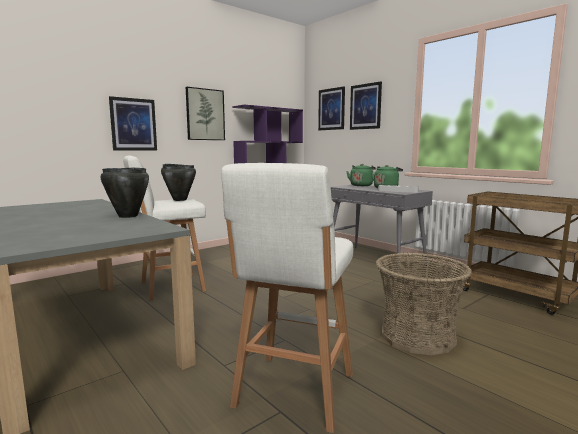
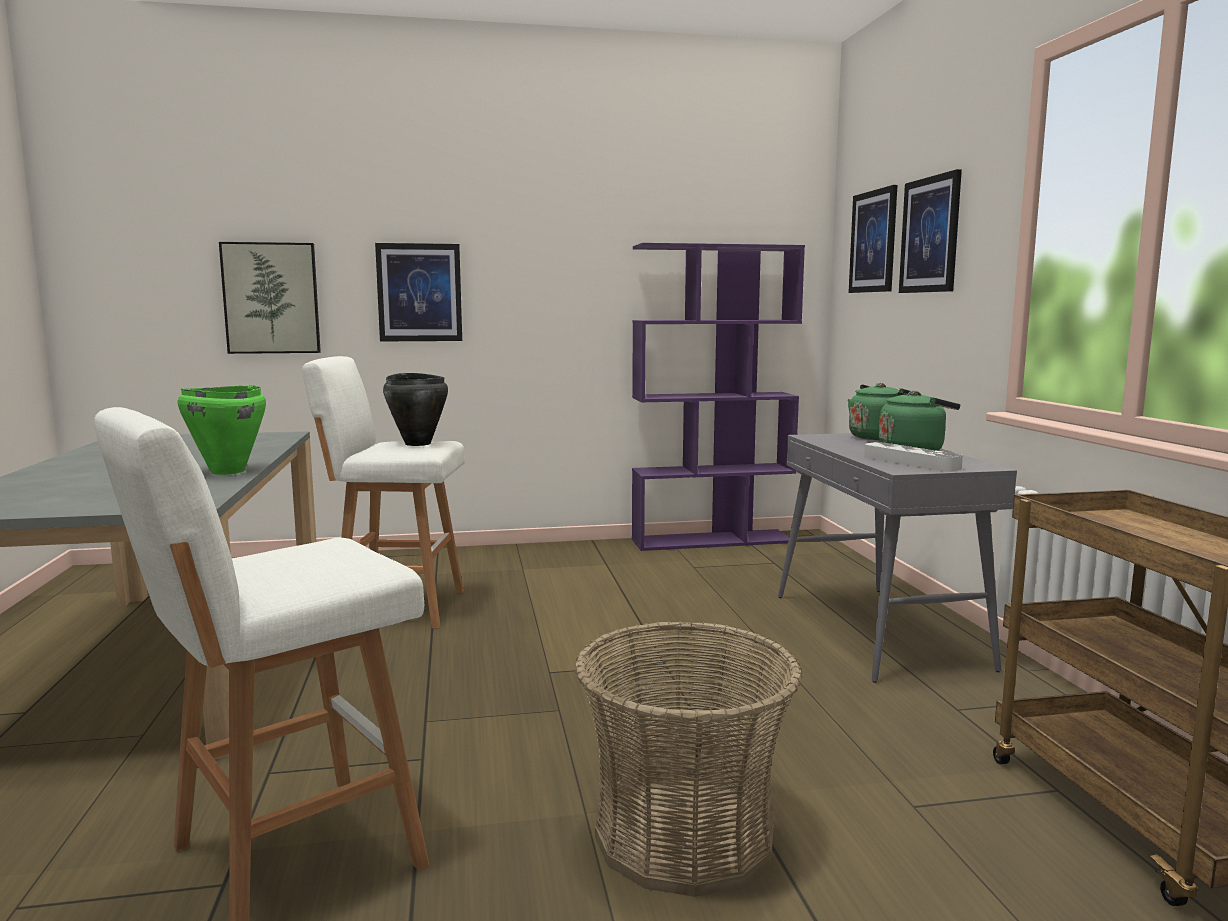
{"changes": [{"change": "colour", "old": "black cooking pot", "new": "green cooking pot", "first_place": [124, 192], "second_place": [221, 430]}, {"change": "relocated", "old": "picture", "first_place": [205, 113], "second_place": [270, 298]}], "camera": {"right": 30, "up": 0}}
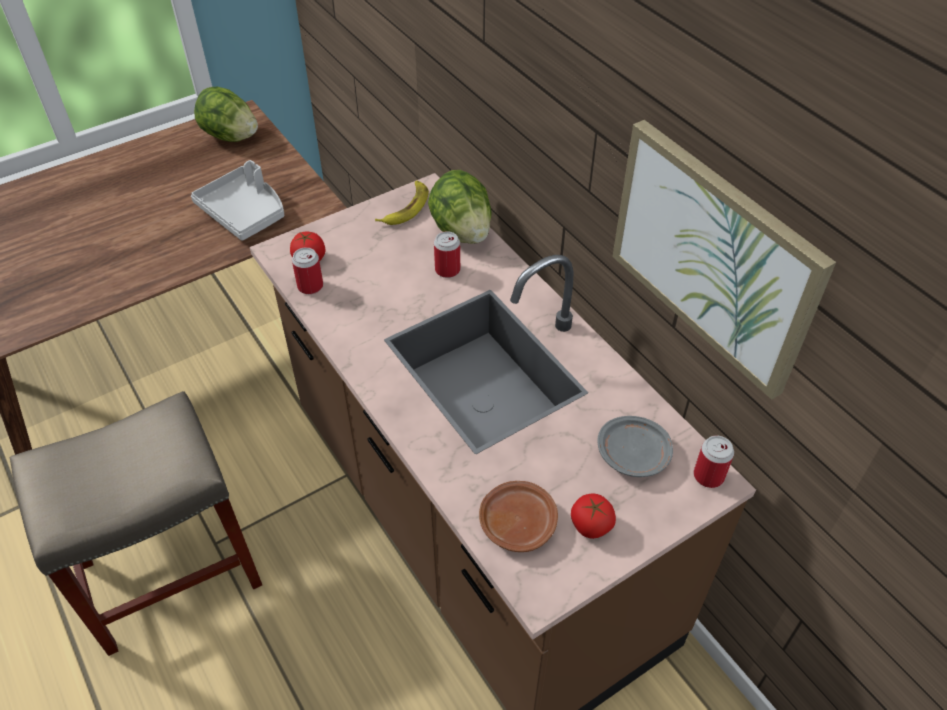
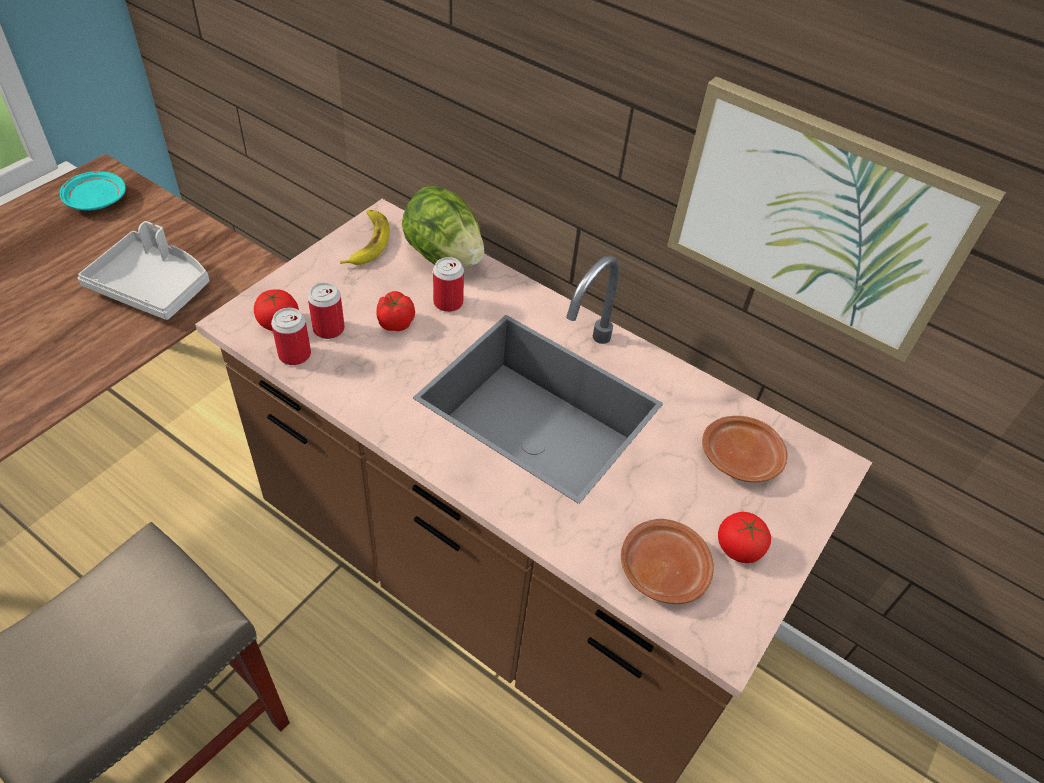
{"changes": [{"change": "exchanged", "old": "lettuce", "new": "turquoise plate", "first_place": [226, 114], "second_place": [93, 191]}, {"change": "colour", "old": "grey plate", "new": "brown plate", "first_place": [635, 446], "second_place": [745, 449]}, {"change": "relocated", "old": "can", "first_place": [714, 462], "second_place": [326, 310]}, {"change": "appeared", "new": "tomato", "second_place": [395, 311]}], "camera": {"right": -25, "up": 0}}
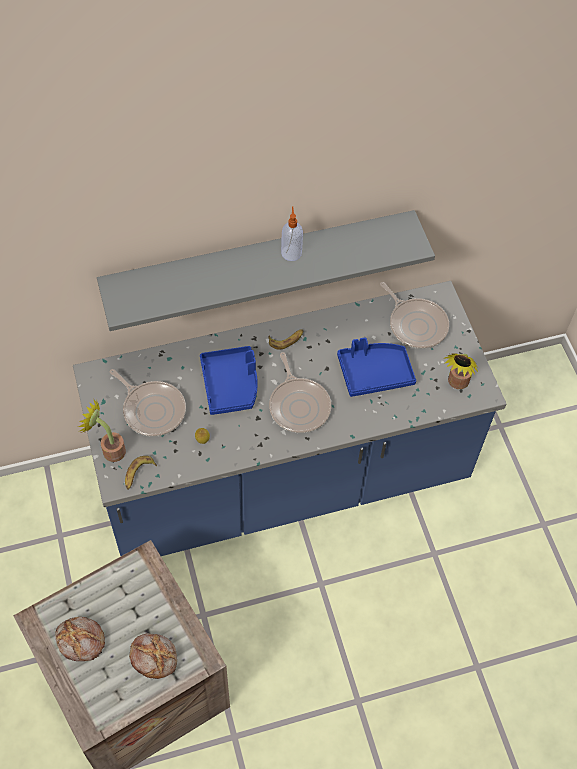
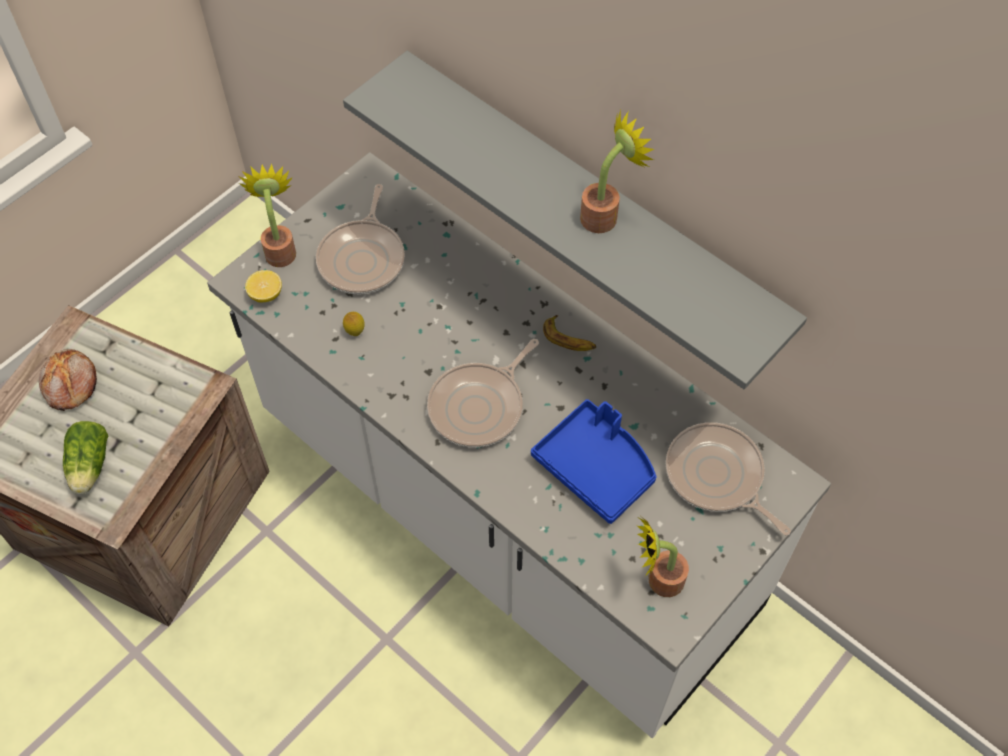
{"changes": [{"change": "colour", "old": "blue counter", "new": "white counter", "first_place": [289, 418], "second_place": [519, 445]}, {"change": "exchanged", "old": "banana", "new": "lemon", "first_place": [141, 473], "second_place": [263, 286]}, {"change": "exchanged", "old": "bread", "new": "lettuce", "first_place": [153, 656], "second_place": [85, 457]}, {"change": "missing", "old": "blue tray", "first_place": [229, 380]}, {"change": "exchanged", "old": "soap dispenser", "new": "potted plant", "first_place": [292, 233], "second_place": [617, 171]}, {"change": "spun", "old": "frying pan", "first_place": [414, 315], "second_place": [728, 479], "degrees": 120}], "camera": {"right": 60, "up": 0}}
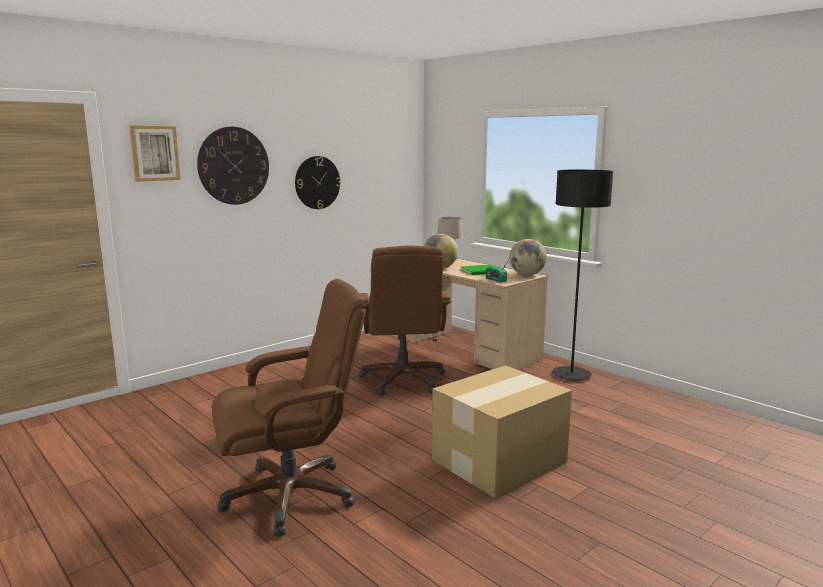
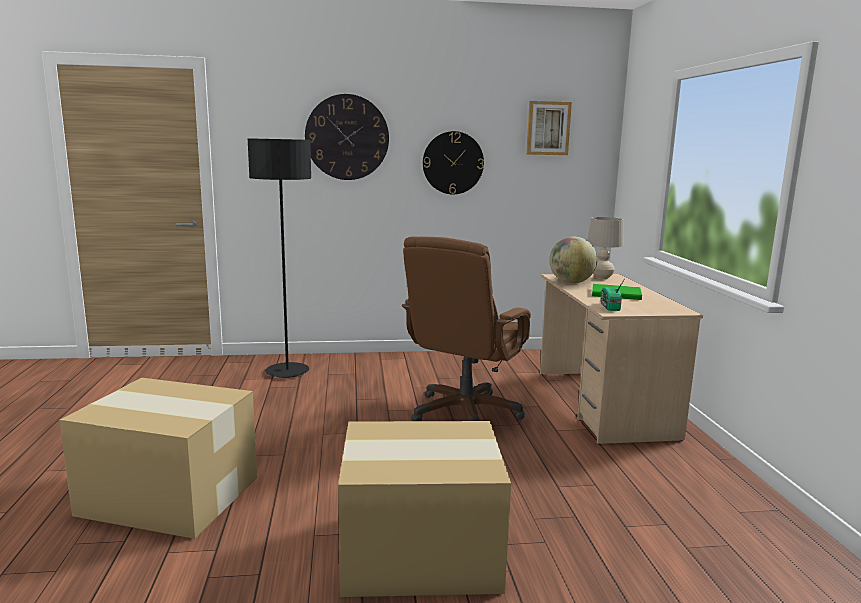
{"changes": [{"change": "relocated", "old": "picture", "first_place": [155, 154], "second_place": [549, 128]}, {"change": "exchanged", "old": "brown office chair", "new": "cardboard box", "first_place": [289, 407], "second_place": [158, 458]}, {"change": "missing", "old": "globe", "first_place": [528, 257]}, {"change": "relocated", "old": "black floor lamp", "first_place": [582, 274], "second_place": [279, 258]}], "camera": {"right": 35, "up": 0}}
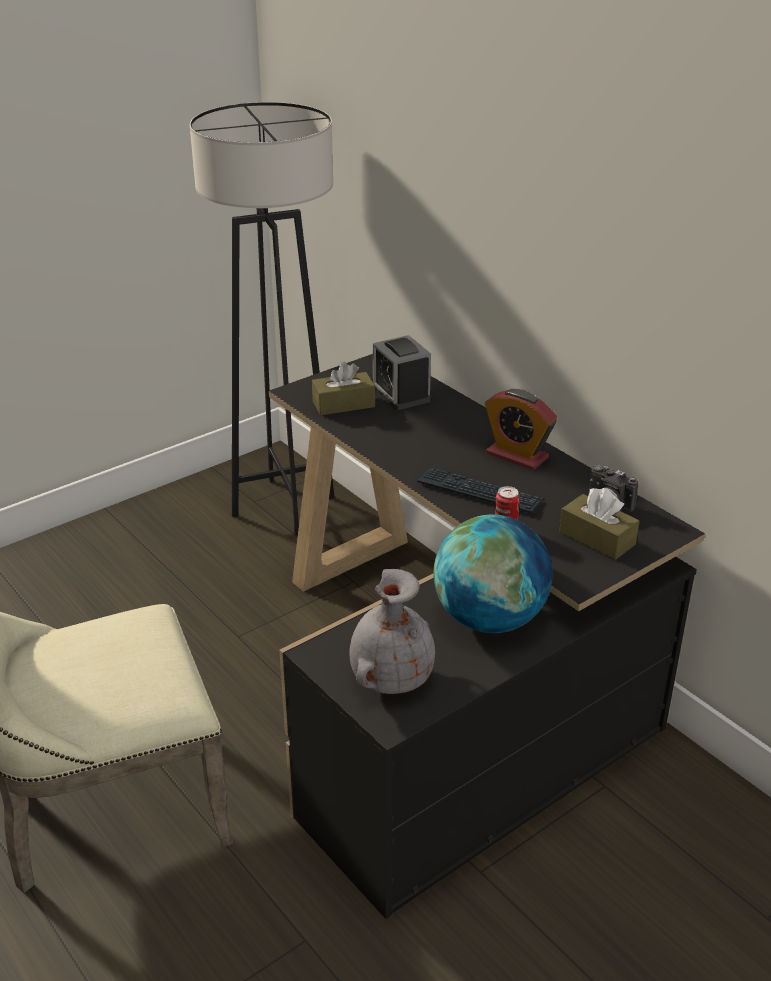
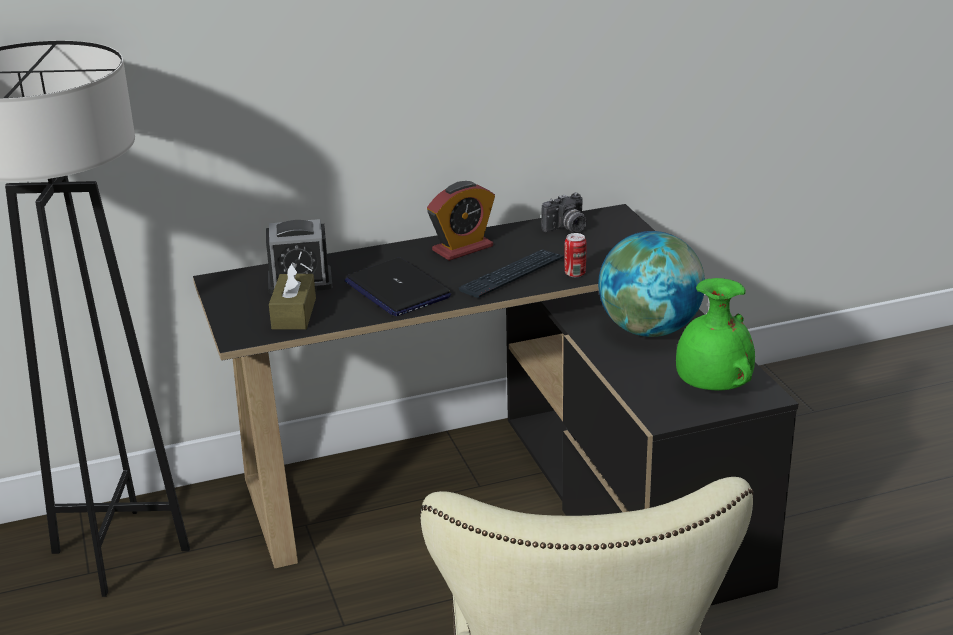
{"changes": [{"change": "colour", "old": "grey vase", "new": "green vase", "first_place": [392, 631], "second_place": [715, 334]}, {"change": "missing", "old": "brown tissue box", "first_place": [599, 524]}, {"change": "appeared", "new": "laptop", "second_place": [397, 287]}], "camera": {"right": -70, "up": -5}}
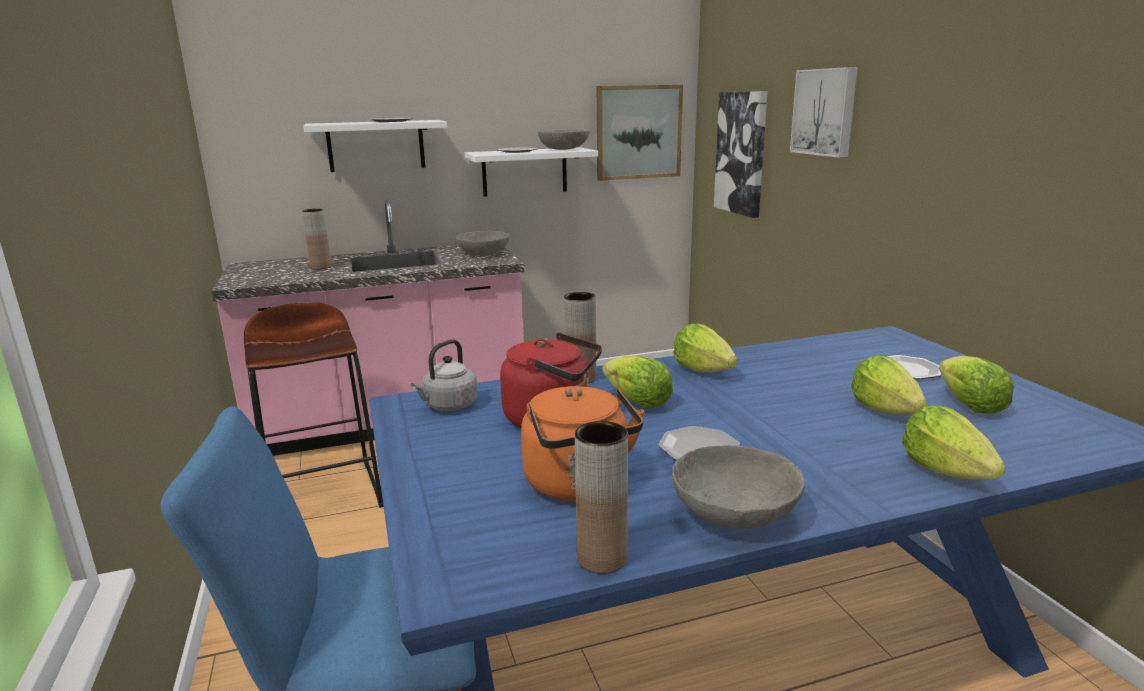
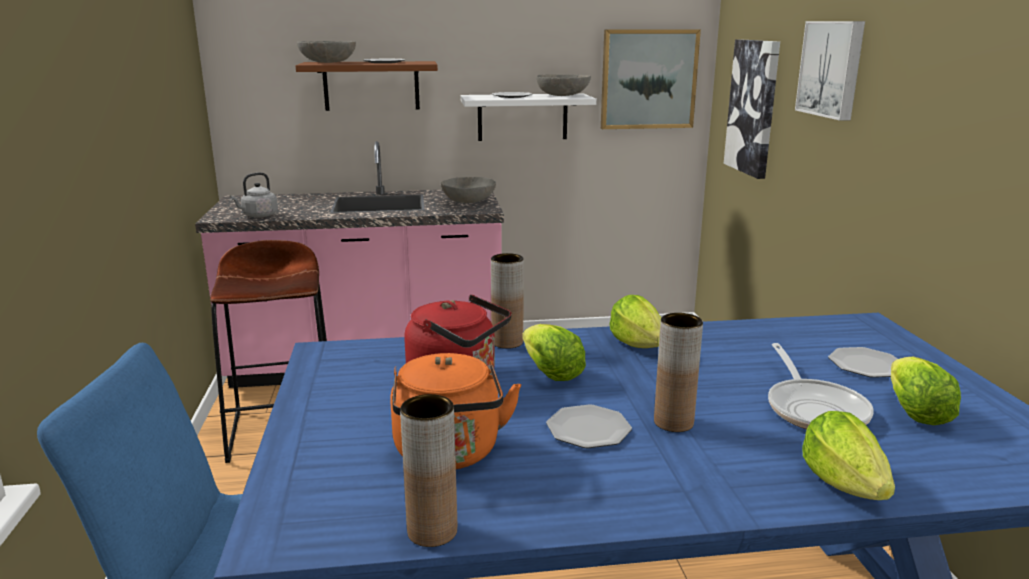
{"changes": [{"change": "relocated", "old": "brown vase", "first_place": [316, 239], "second_place": [678, 372]}, {"change": "colour", "old": "white shelf", "new": "brown shelf", "first_place": [375, 146], "second_place": [367, 86]}, {"change": "relocated", "old": "grey kettle", "first_place": [444, 375], "second_place": [254, 195]}, {"change": "relocated", "old": "grey bowl", "first_place": [738, 487], "second_place": [326, 52]}, {"change": "exchanged", "old": "lettuce", "new": "frying pan", "first_place": [889, 385], "second_place": [821, 386]}], "camera": {"right": 10, "up": 0}}
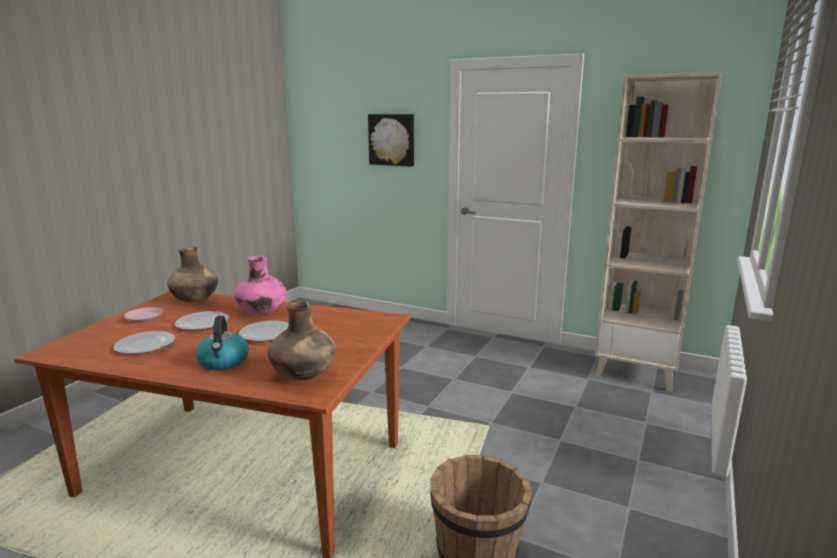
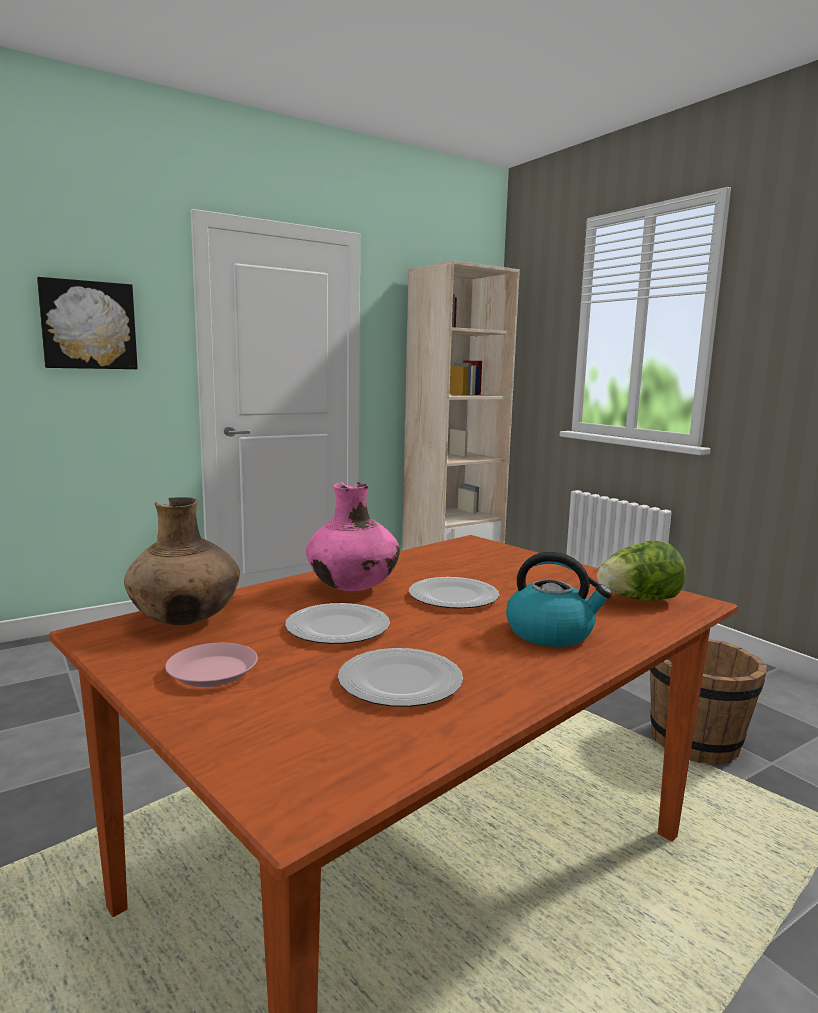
{"changes": [{"change": "exchanged", "old": "brown vase", "new": "lettuce", "first_place": [302, 341], "second_place": [641, 571]}], "camera": {"right": -60, "up": -5}}
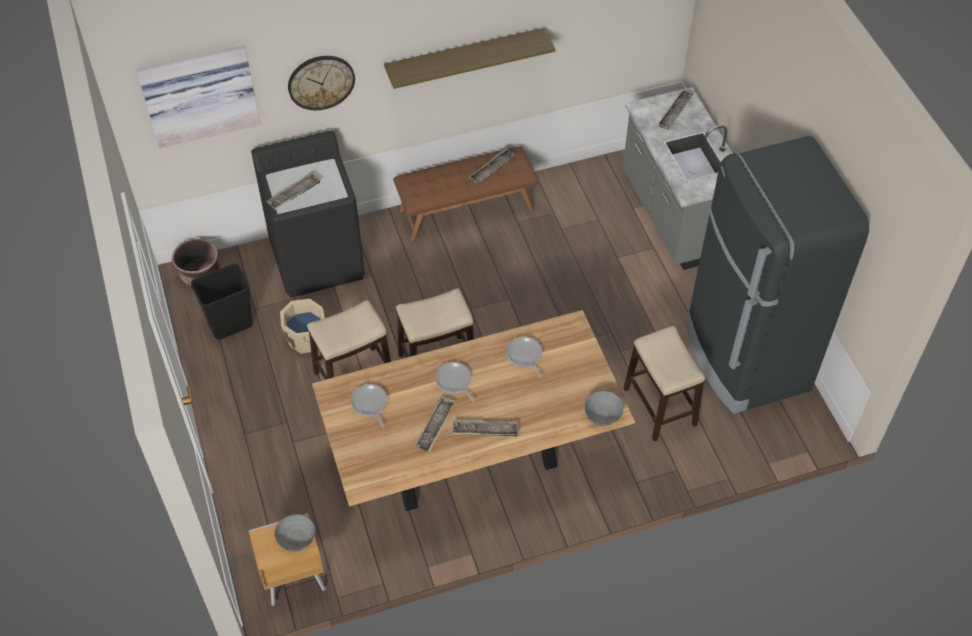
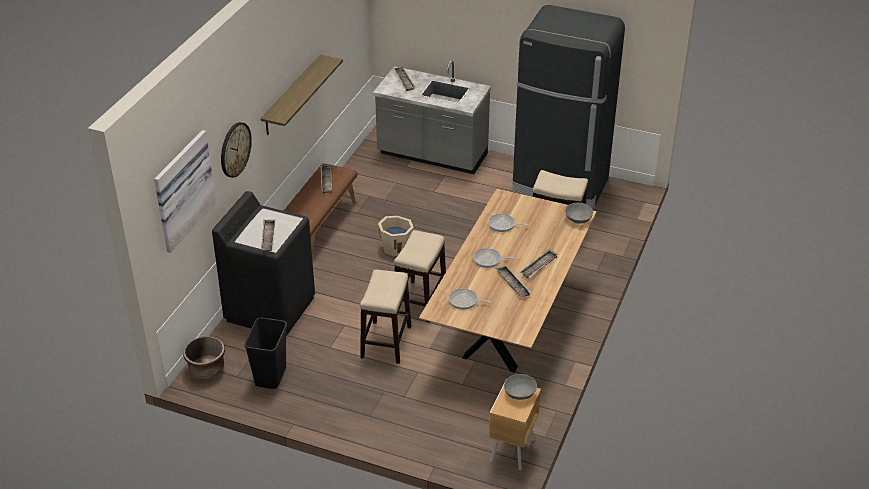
{"changes": [{"change": "relocated", "old": "beige bucket", "first_place": [302, 326], "second_place": [396, 236]}], "camera": {"right": -50, "up": -15}}
